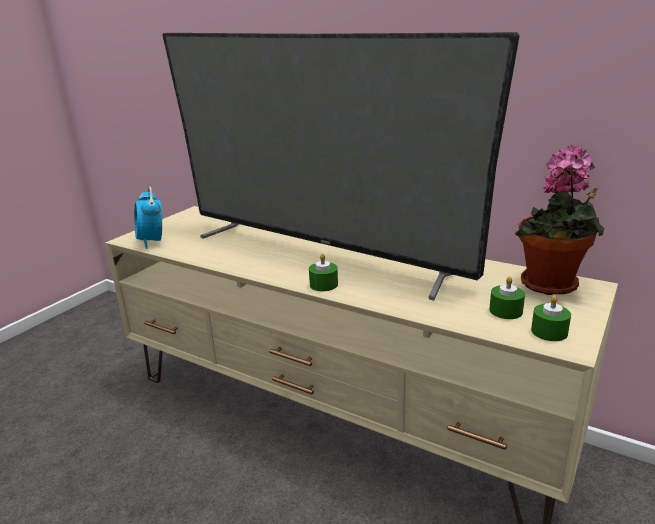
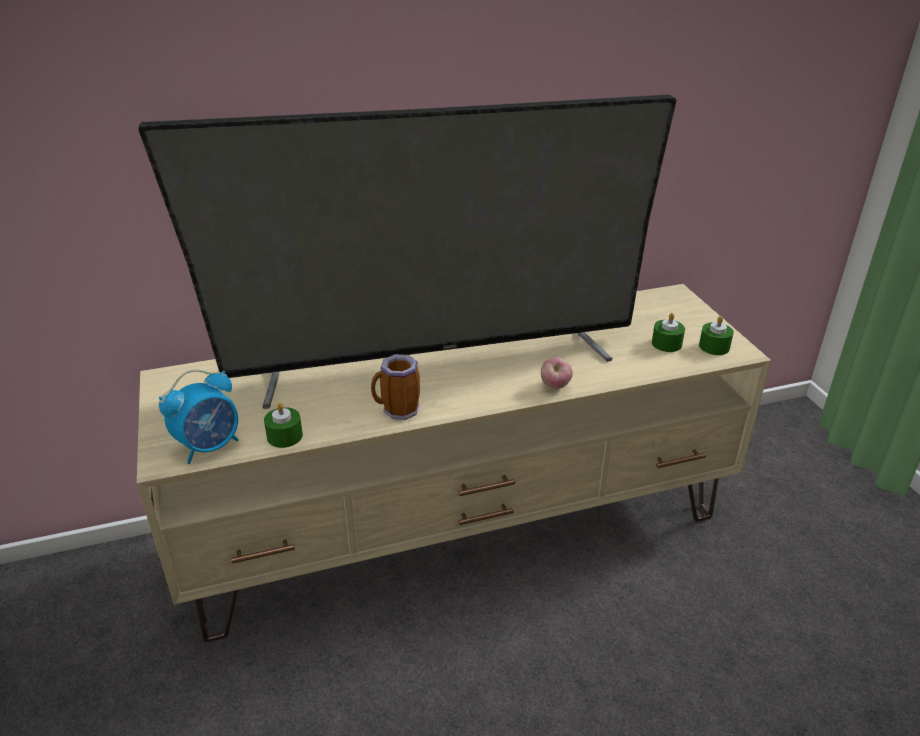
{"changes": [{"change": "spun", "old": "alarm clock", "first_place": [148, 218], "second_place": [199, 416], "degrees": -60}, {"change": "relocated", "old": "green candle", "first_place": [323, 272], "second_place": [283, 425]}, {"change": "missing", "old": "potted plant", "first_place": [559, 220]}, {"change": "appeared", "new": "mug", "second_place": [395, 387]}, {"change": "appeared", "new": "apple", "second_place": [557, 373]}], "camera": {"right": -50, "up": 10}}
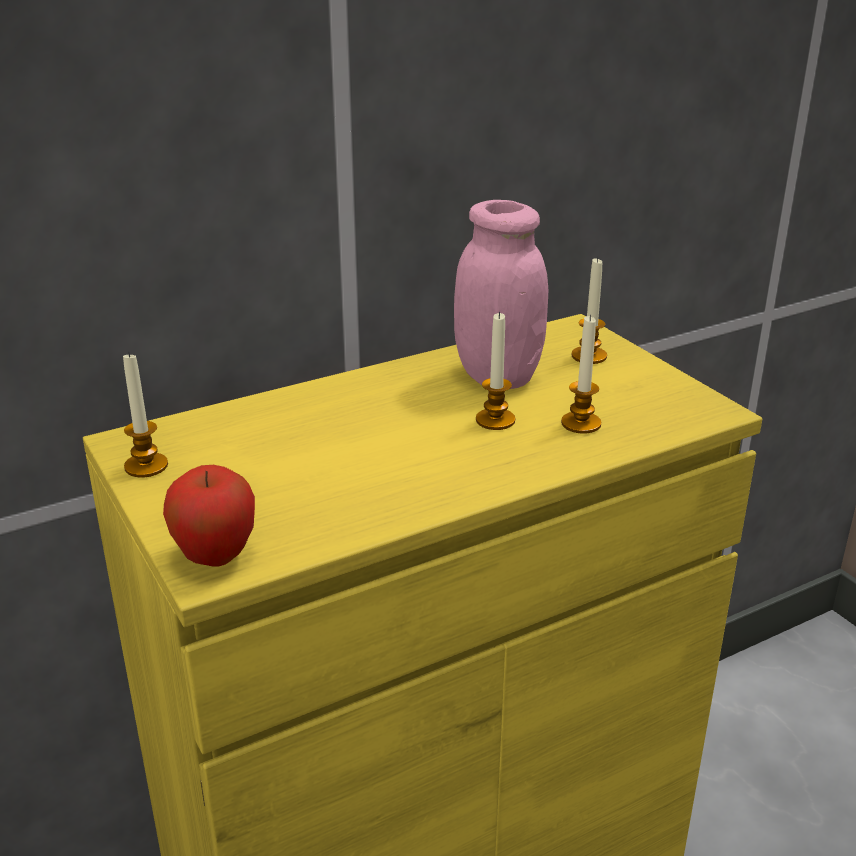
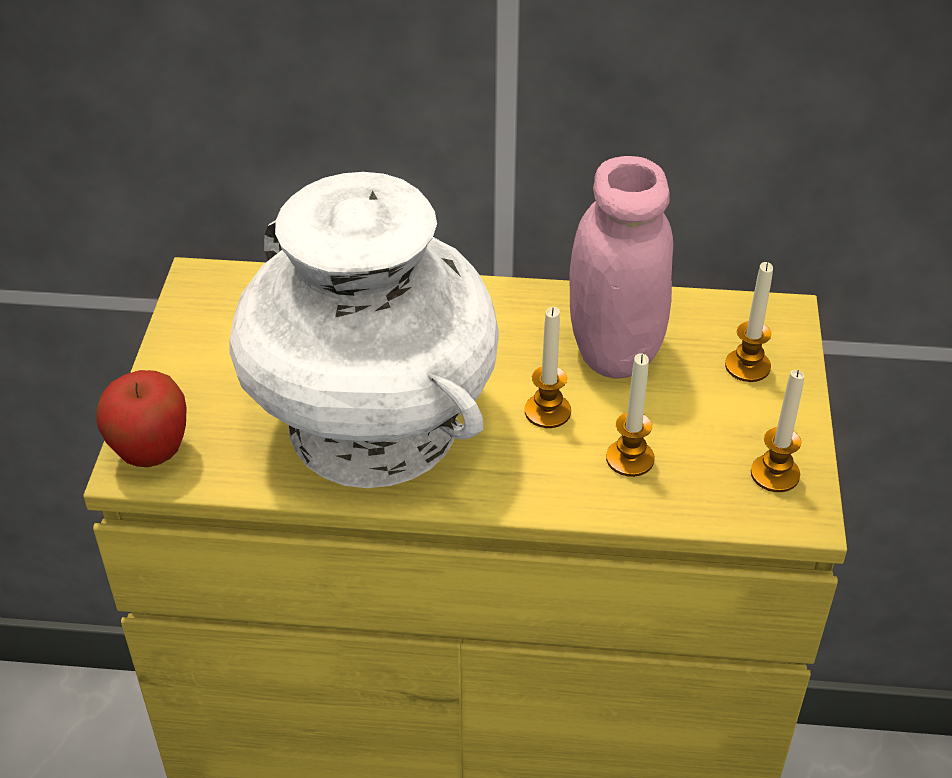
{"changes": [{"change": "relocated", "old": "candle", "first_place": [145, 414], "second_place": [778, 431]}, {"change": "appeared", "new": "white vase", "second_place": [364, 330]}], "camera": {"right": 35, "up": 15}}
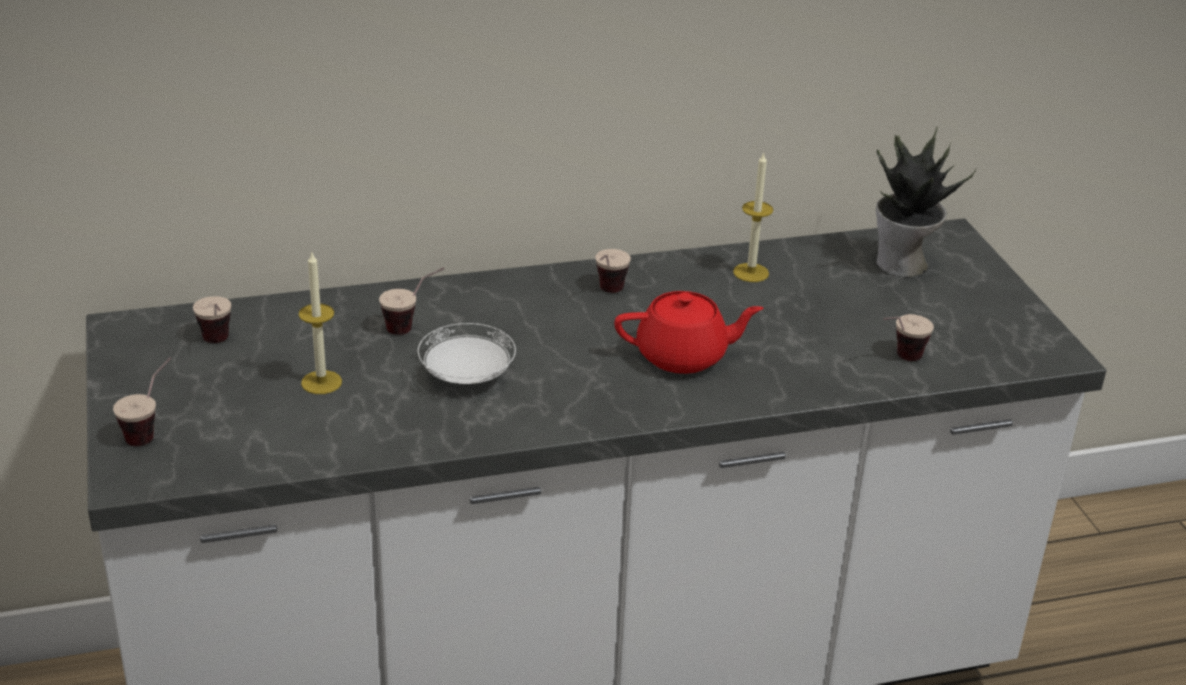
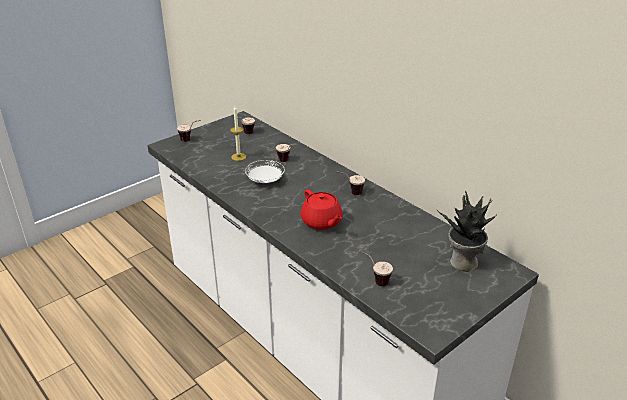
{"changes": [{"change": "missing", "old": "candle", "first_place": [753, 217]}], "camera": {"right": 65, "up": 0}}
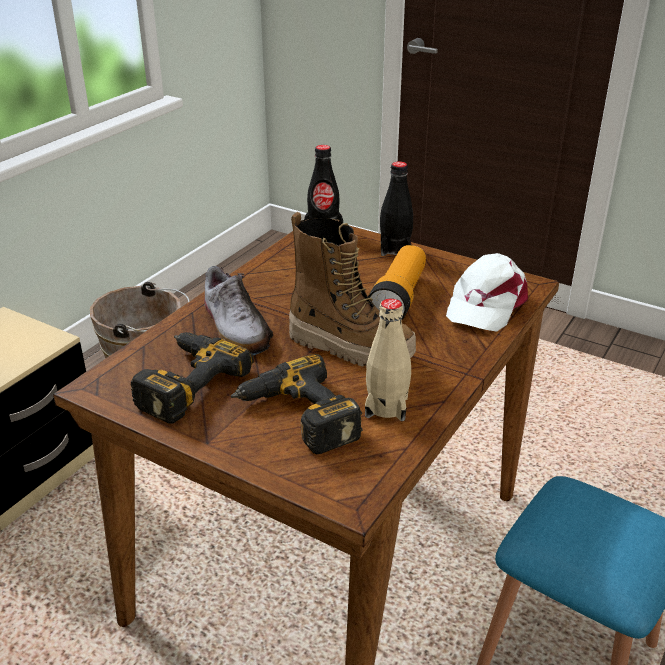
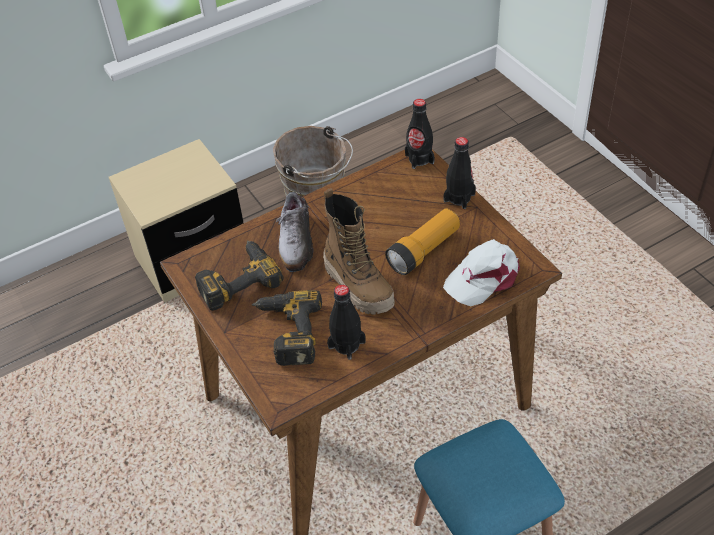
{"changes": [{"change": "colour", "old": "beige bottle", "new": "black bottle", "first_place": [388, 360], "second_place": [346, 322]}], "camera": {"right": 30, "up": 15}}
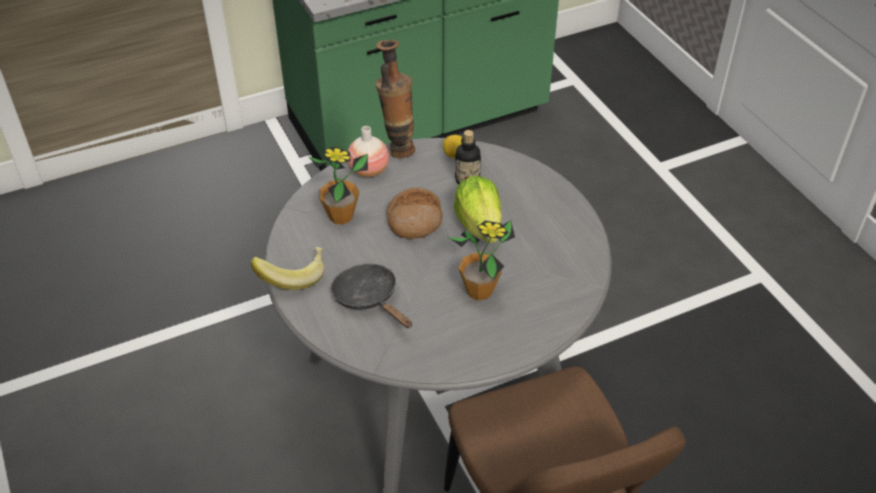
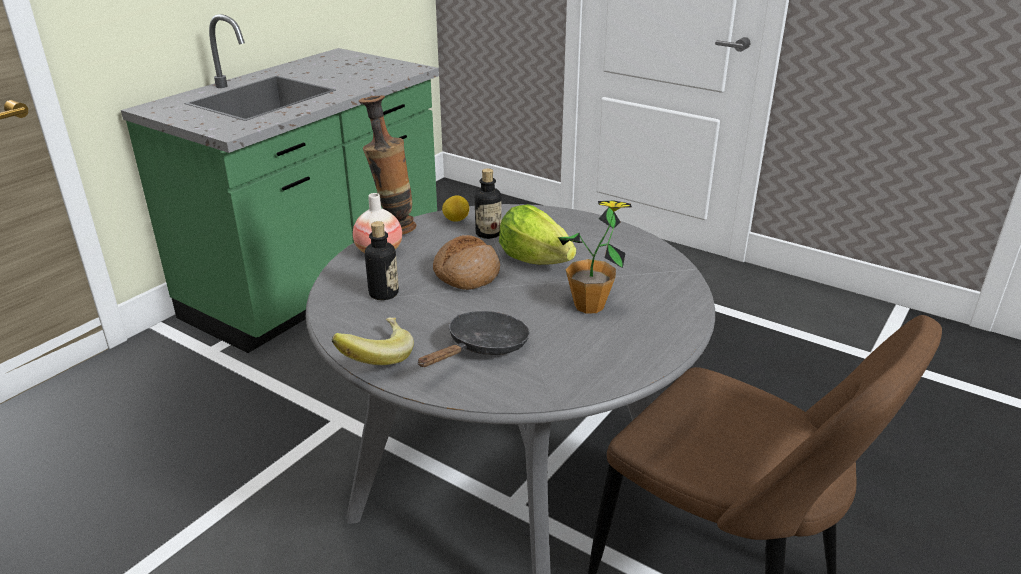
{"changes": [{"change": "exchanged", "old": "potted plant", "new": "bottle", "first_place": [338, 185], "second_place": [382, 260]}, {"change": "spun", "old": "black frying pan", "first_place": [371, 296], "second_place": [473, 339], "degrees": 105}], "camera": {"right": -30, "up": -15}}
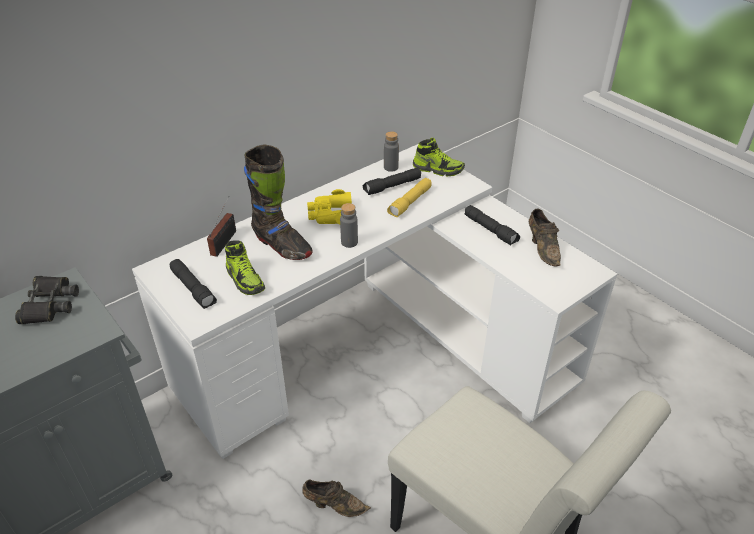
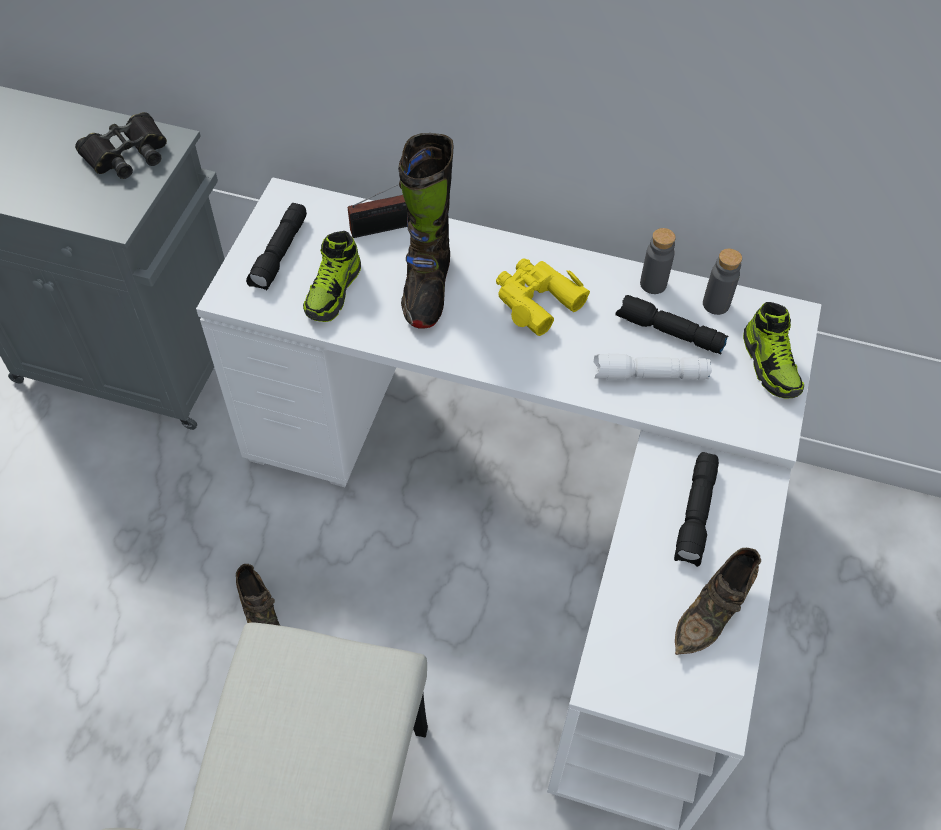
{"changes": [{"change": "relocated", "old": "grey bottle", "first_place": [349, 225], "second_place": [658, 261]}, {"change": "colour", "old": "yellow flashlight", "new": "white flashlight", "first_place": [409, 197], "second_place": [653, 367]}], "camera": {"right": 55, "up": 15}}
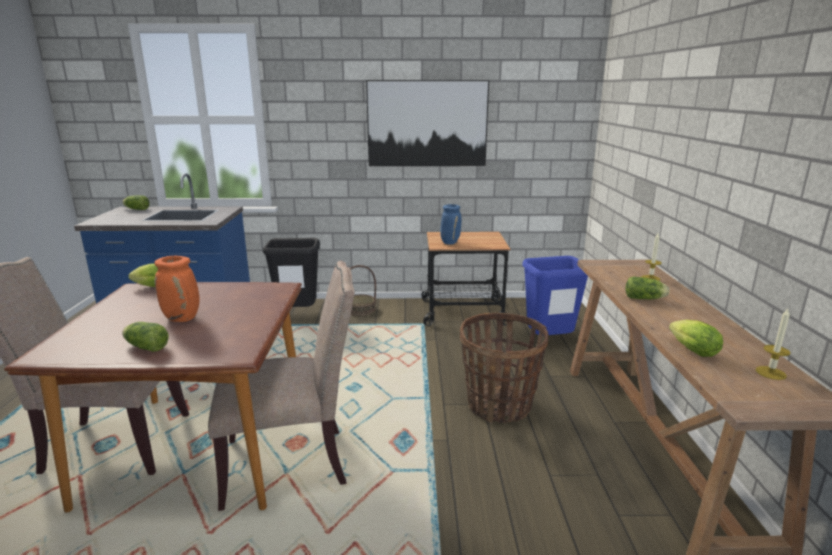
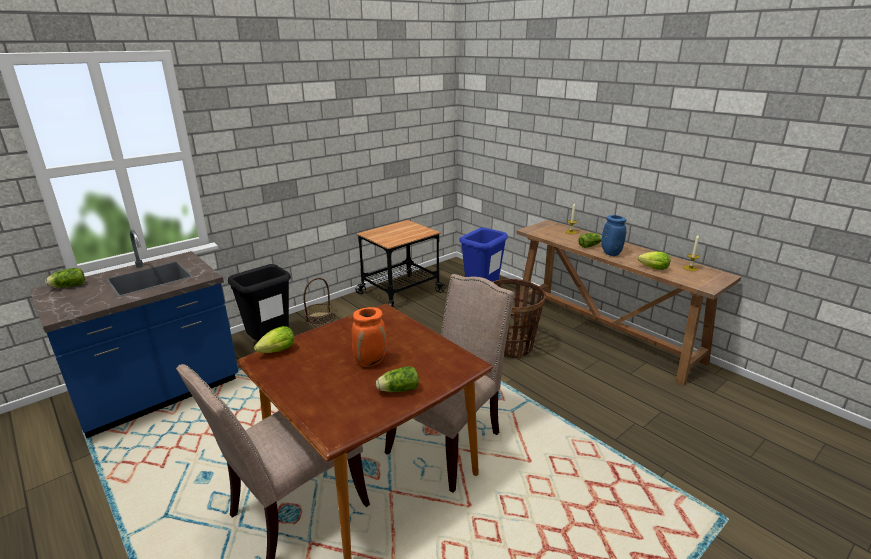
{"changes": [{"change": "missing", "old": "picture", "first_place": [427, 123]}, {"change": "relocated", "old": "blue vase", "first_place": [450, 224], "second_place": [614, 235]}], "camera": {"right": -40, "up": 5}}
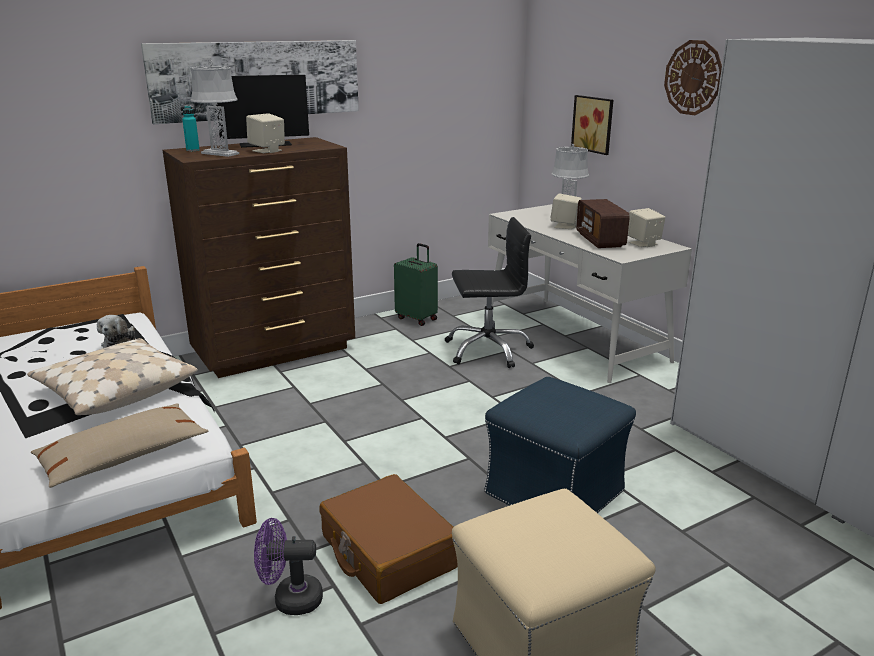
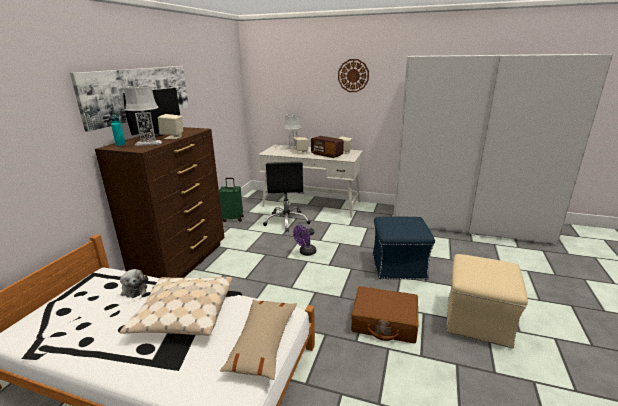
{"changes": [{"change": "relocated", "old": "purple fan", "first_place": [288, 566], "second_place": [304, 240]}, {"change": "spun", "old": "black office chair", "first_place": [489, 292], "second_place": [287, 197], "degrees": 135}, {"change": "missing", "old": "picture", "first_place": [592, 125]}], "camera": {"right": -40, "up": 0}}
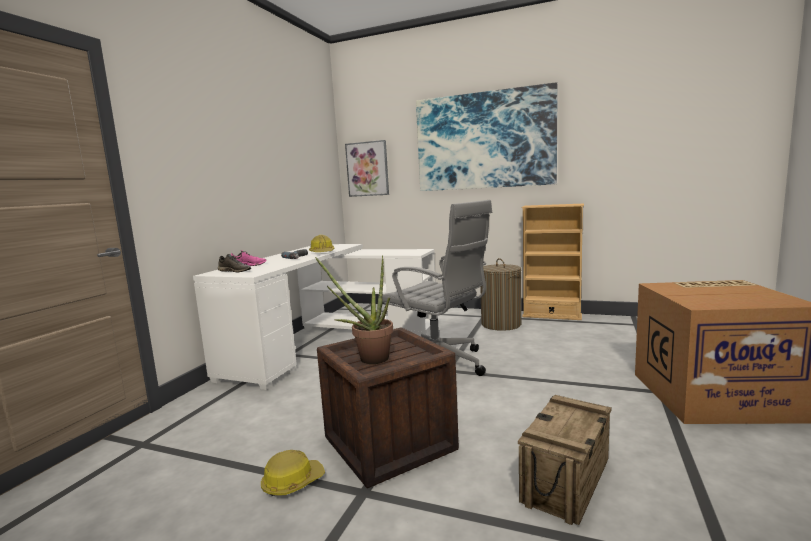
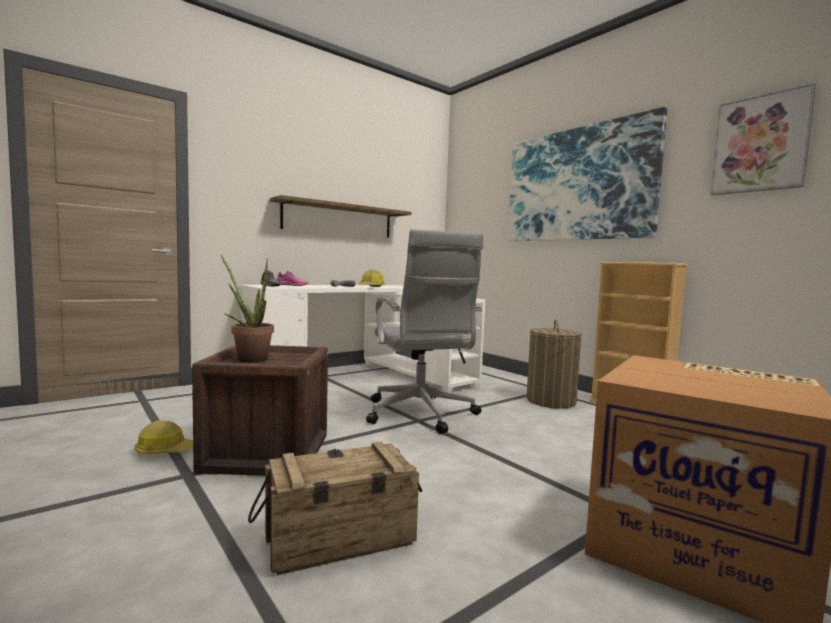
{"changes": [{"change": "relocated", "old": "picture", "first_place": [367, 168], "second_place": [763, 139]}, {"change": "appeared", "new": "shelf", "second_place": [341, 216]}], "camera": {"right": 30, "up": -5}}
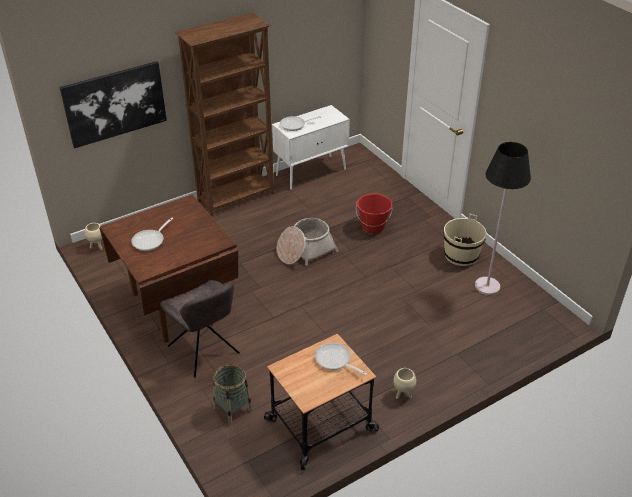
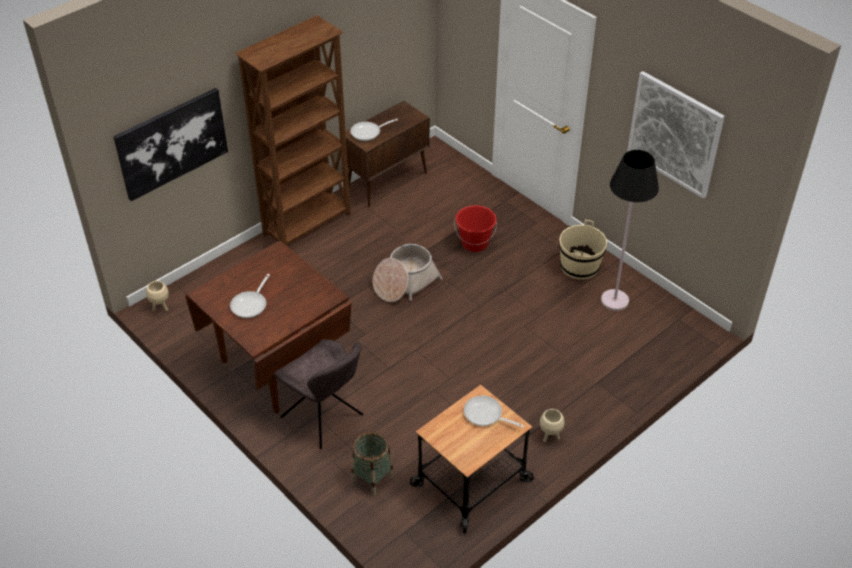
{"changes": [{"change": "colour", "old": "white cabinet", "new": "brown cabinet", "first_place": [311, 147], "second_place": [388, 154]}, {"change": "appeared", "new": "picture", "second_place": [676, 134]}], "camera": {"right": -10, "up": 5}}
